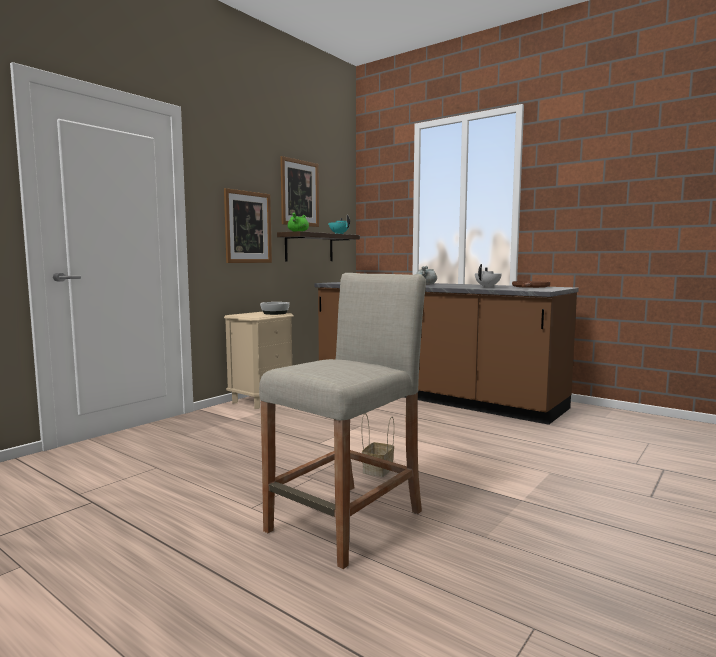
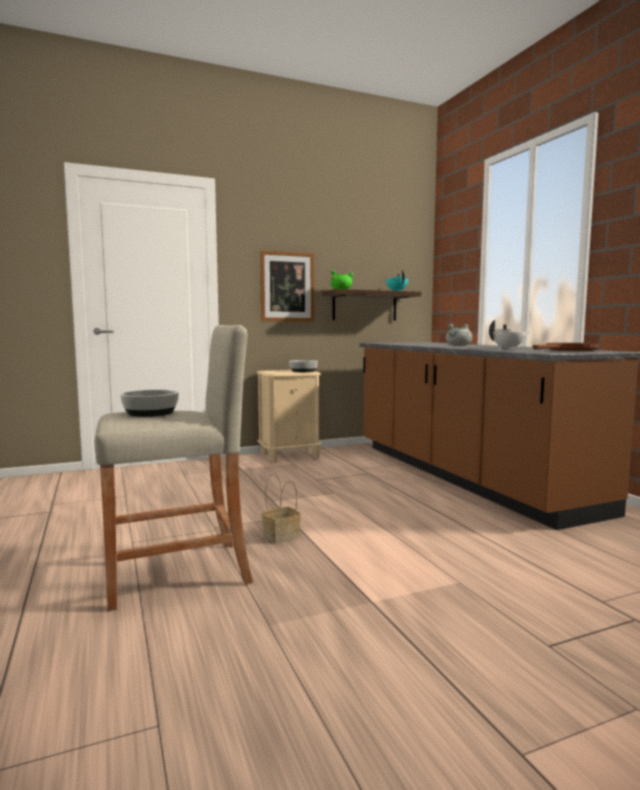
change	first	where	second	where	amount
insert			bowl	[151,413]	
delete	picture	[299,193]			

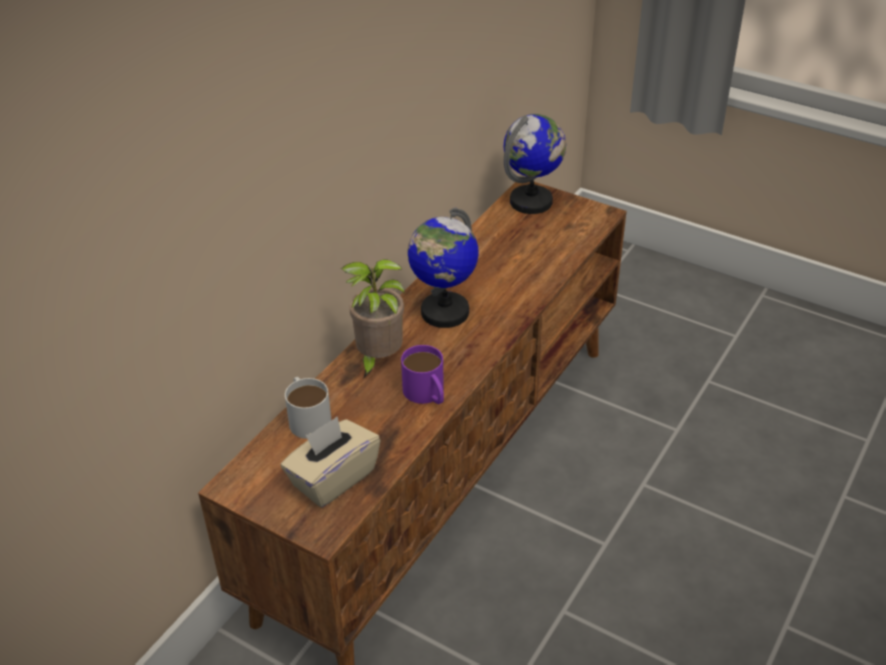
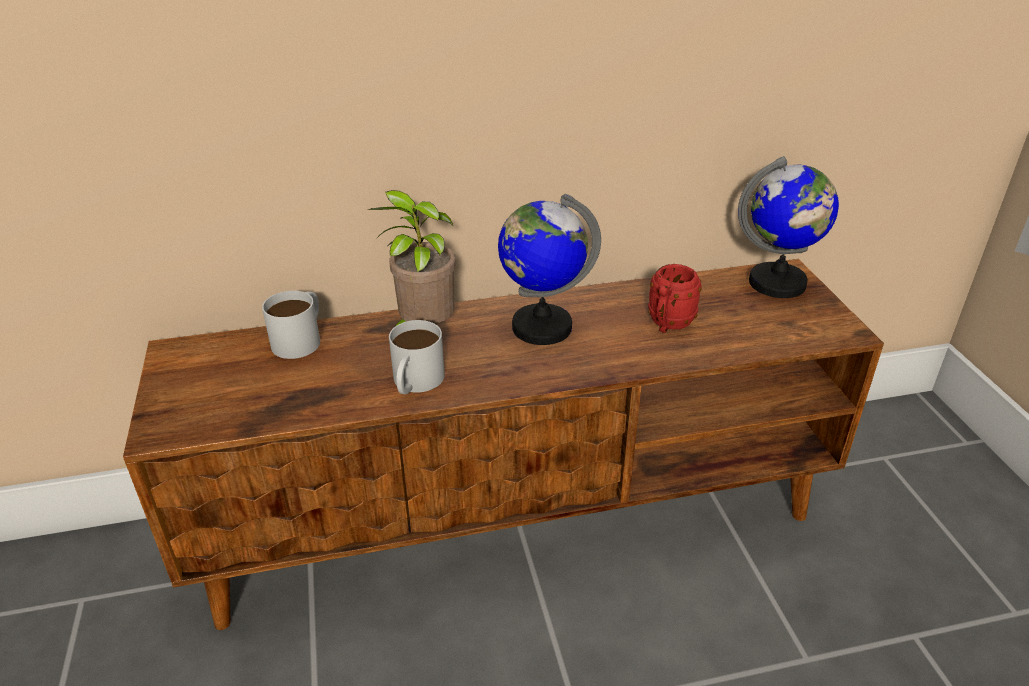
change	first	where	second	where	amount
recolor	coffee mug (purple)	[427,394]	coffee mug (white-coloured)	[415,383]	
insert			coffee mug (reddish)	[668,324]	
delete	tissue holder (beige)	[333,478]			

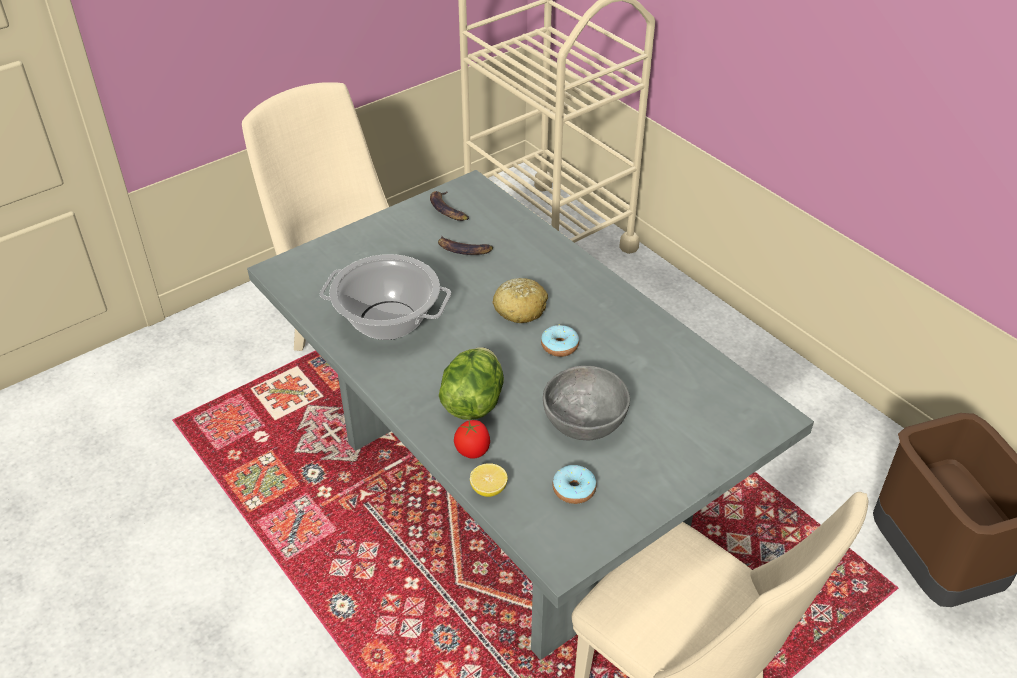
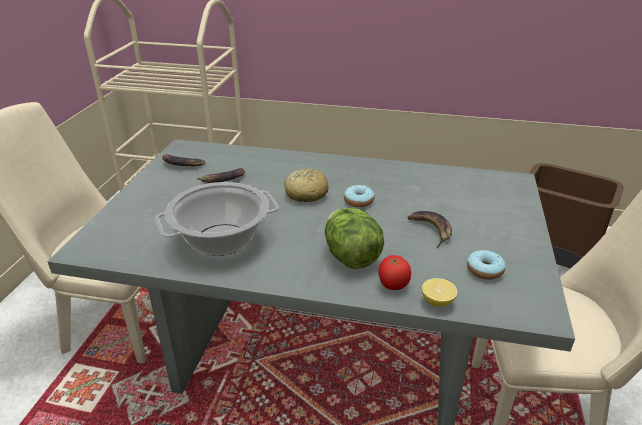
change	first	where	second	where	amount
replace	bowl (gray)	[584,420]	whole banana	[431,230]	

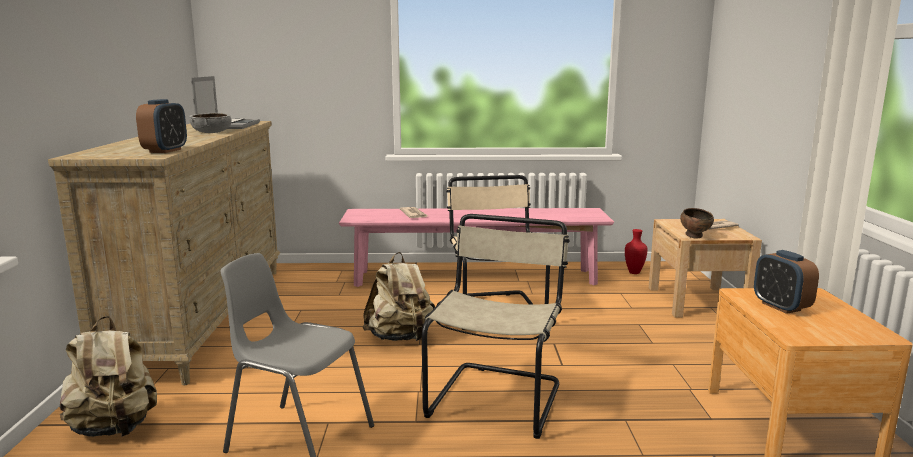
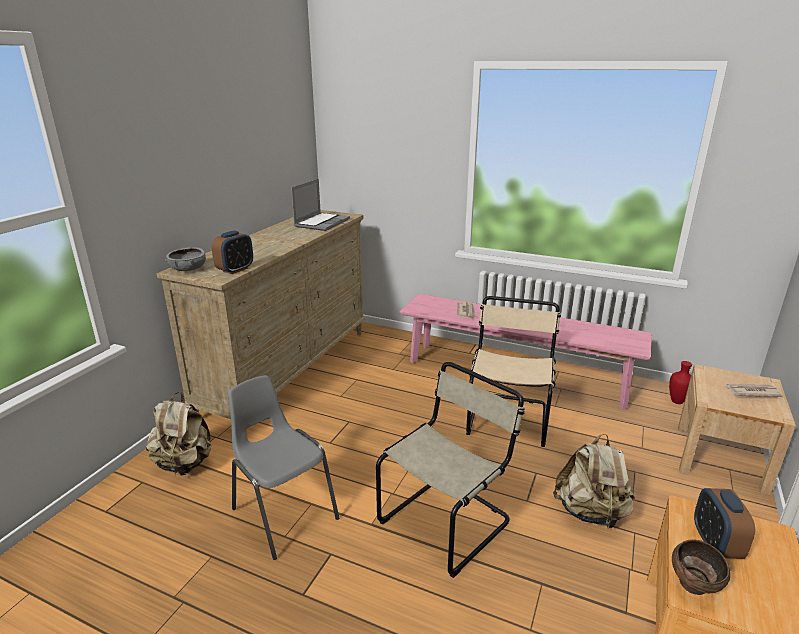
change	first	where	second	where	amount
move	bowl (gray)	[211,132]		[188,269]	
move	rucksack (beige)	[400,338]		[590,512]	
move	bowl (brown)	[695,237]		[694,587]	

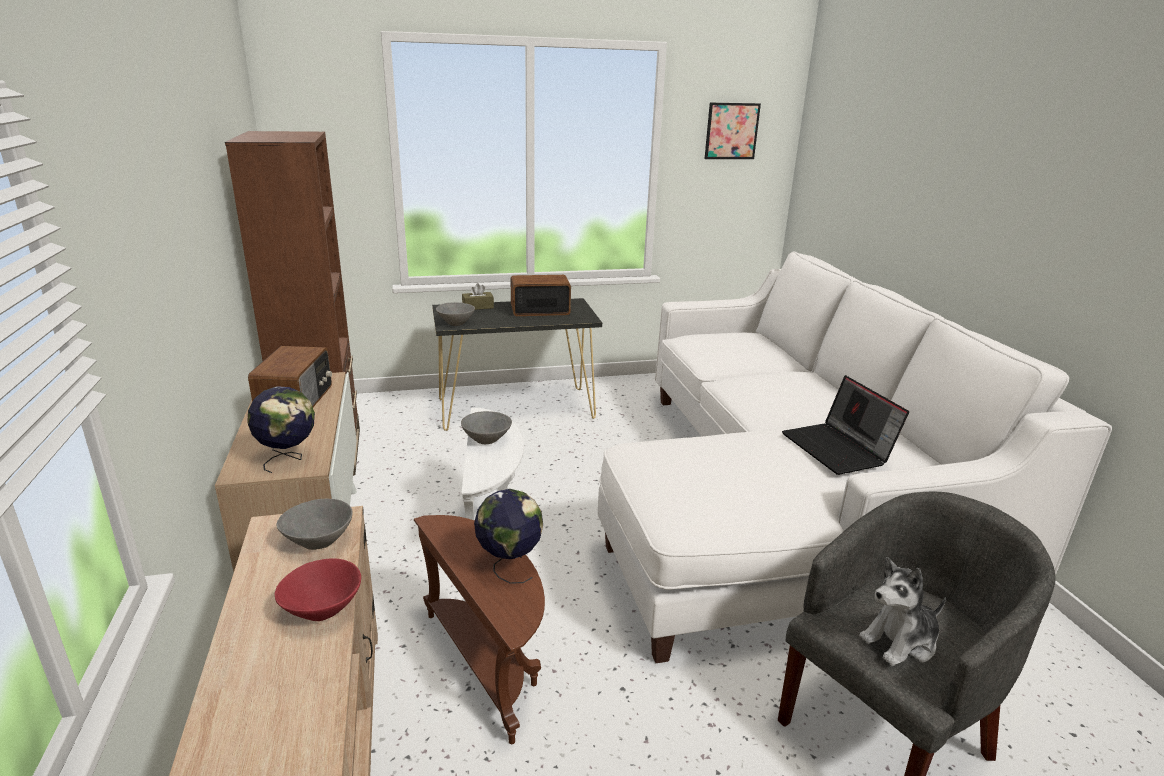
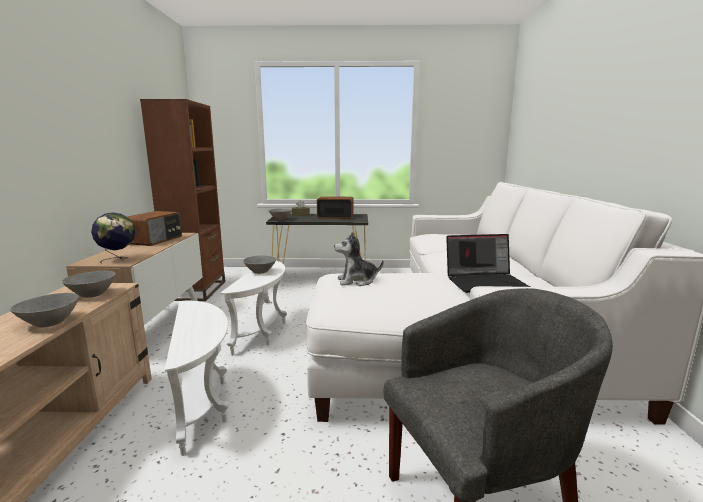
change	first	where	second	where	amount
recolor	bowl (reddish)	[322,610]	bowl (gray)	[49,323]	
recolor	side table (brown)	[488,663]	side table (white-coloured)	[204,404]	
move	cuddly toy	[900,642]		[357,281]	
rotate	laptop	[838,449]		[486,282]	90 degrees counterclockwise
delete	world globe	[509,566]			
delete	picture	[731,131]			

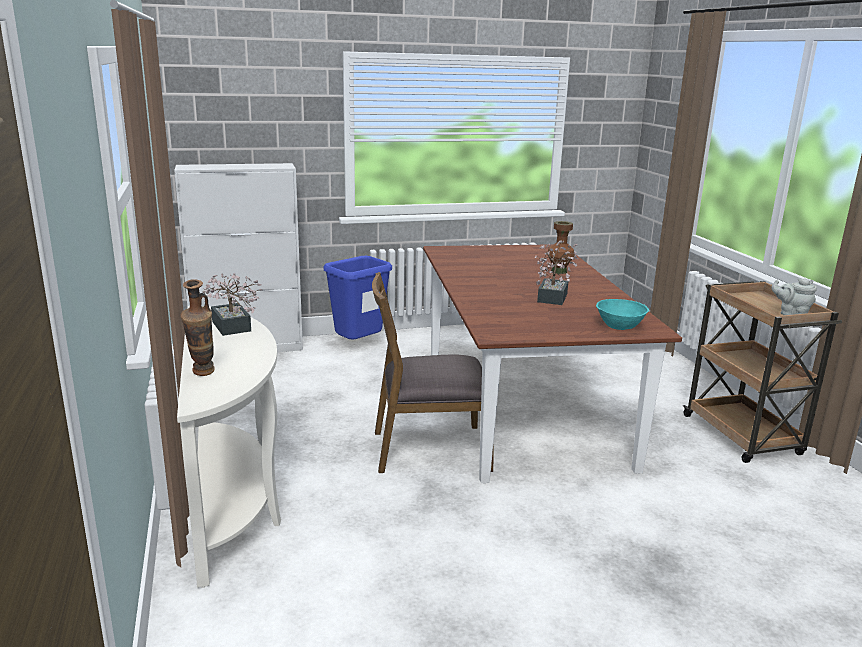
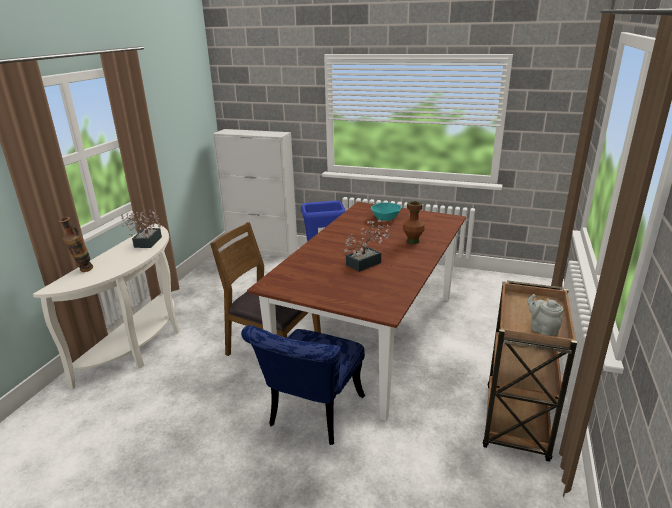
change	first	where	second	where	amount
insert			plain chair (blue)	[311,415]	
move	bowl (turquoise)	[619,325]		[385,218]	

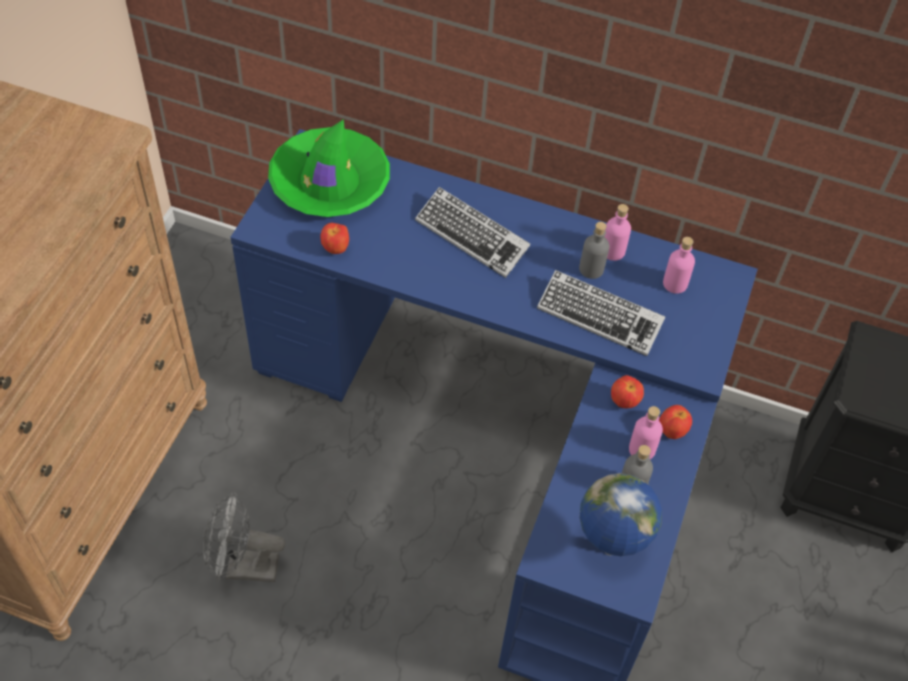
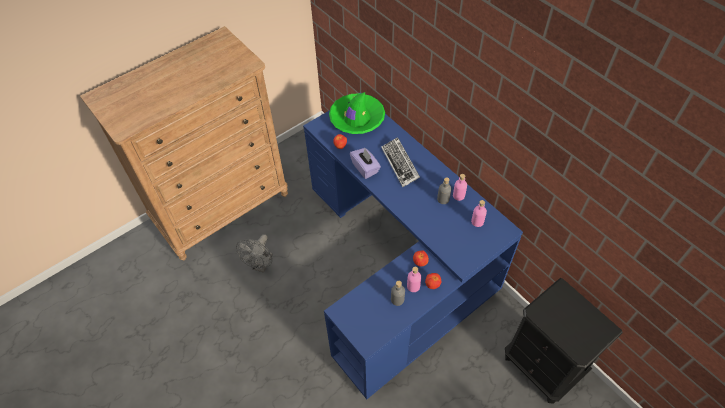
change	first	where	second	where	amount
rotate	electric fan (gray)	[243,568]		[261,265]	105 degrees counterclockwise
insert			tissue holder (purple)	[365,168]	
delete	PC keyboard	[599,317]			
delete	world globe	[608,551]			

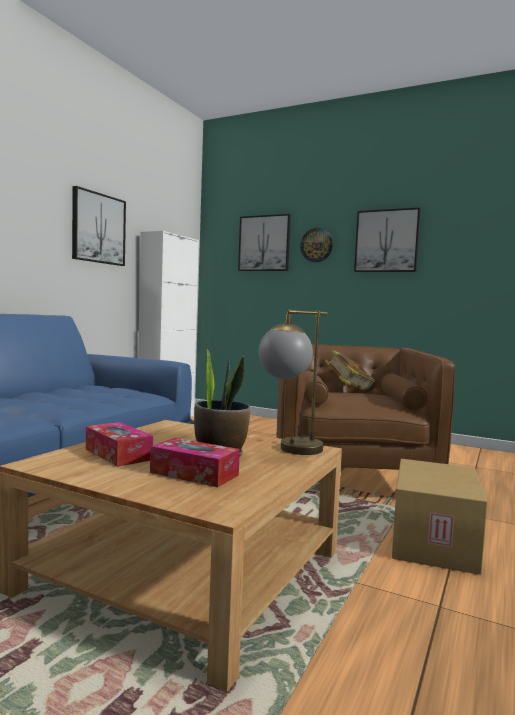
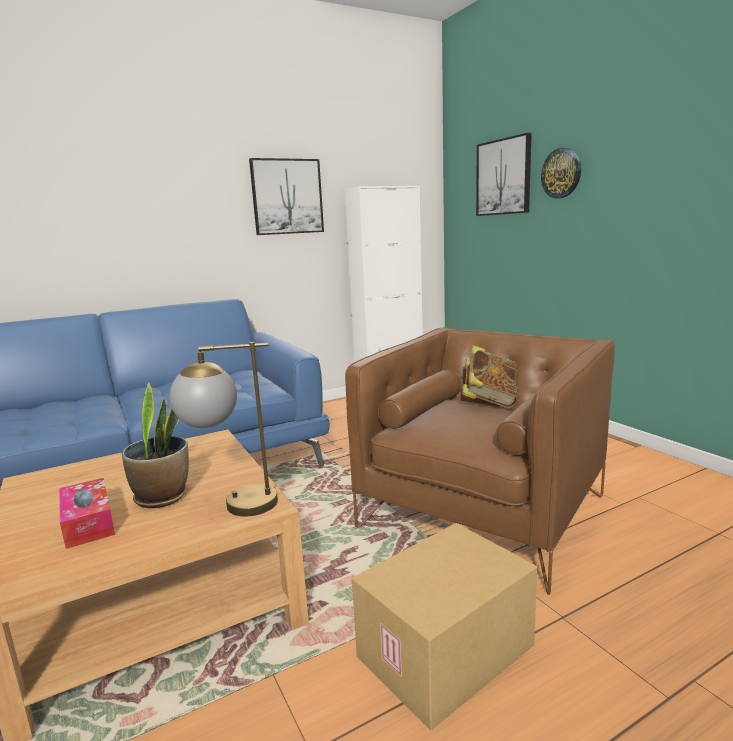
change	first	where	second	where	amount
delete	tissue holder	[118,454]			
delete	picture	[386,241]			

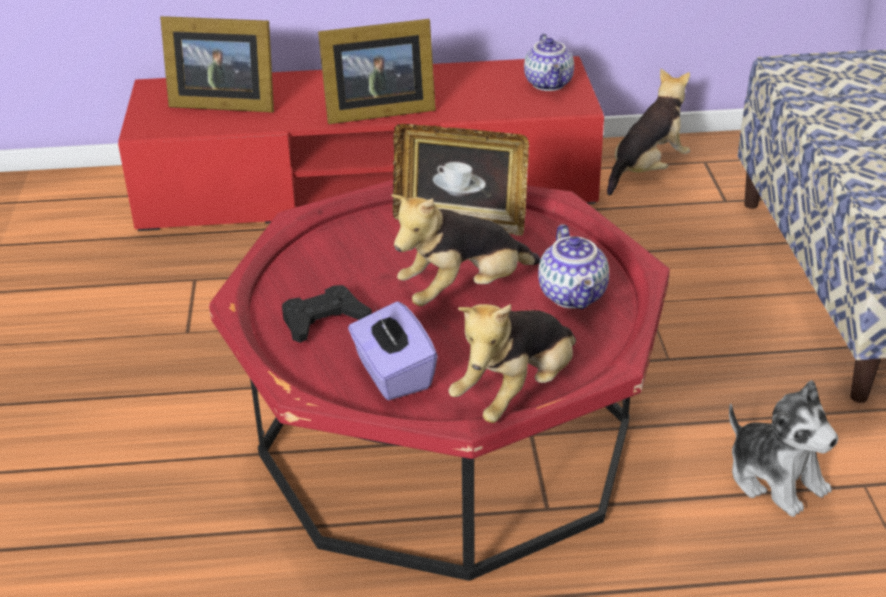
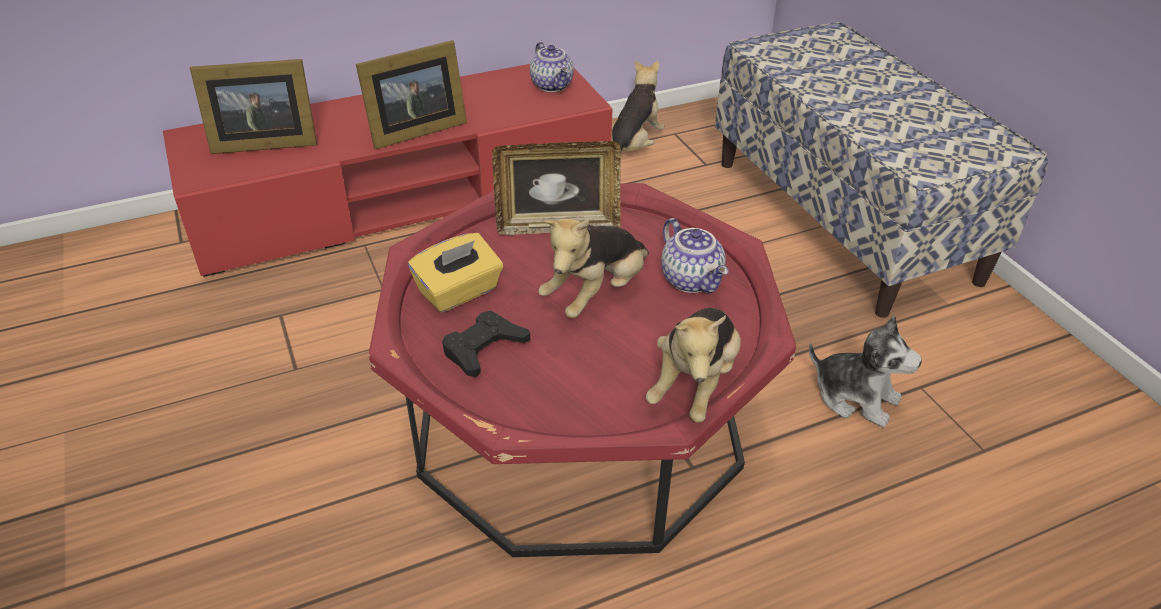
change	first	where	second	where	amount
insert			tissue holder (yellow)	[459,292]	
delete	tissue holder (purple)	[392,374]			

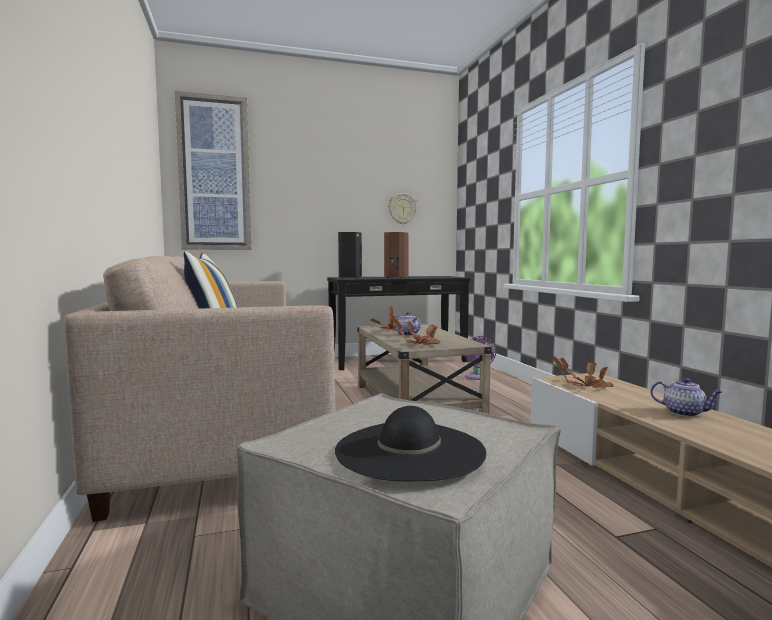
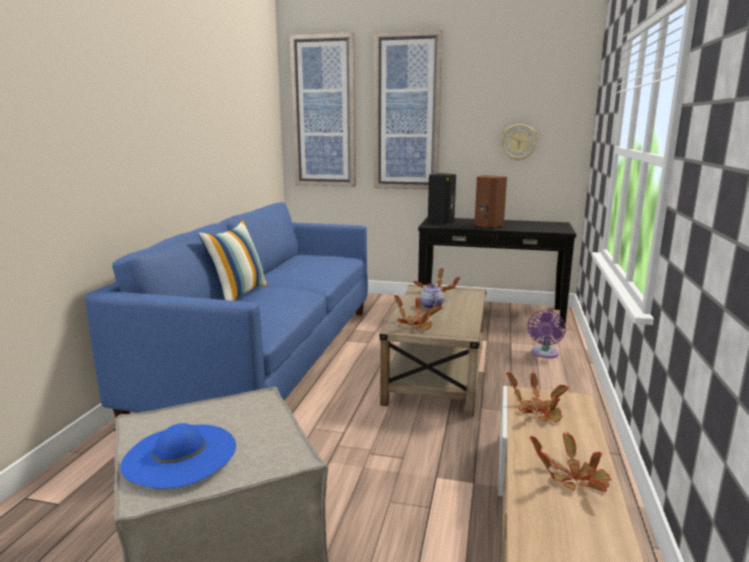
change	first	where	second	where	amount
recolor	couch (beige)	[224,420]	couch (blue)	[267,356]	
recolor	clothing hat (black-coloured)	[410,450]	clothing hat (blue)	[180,455]	
insert			picture	[407,113]	
replace	tea pot	[684,413]	potted plant	[573,478]	

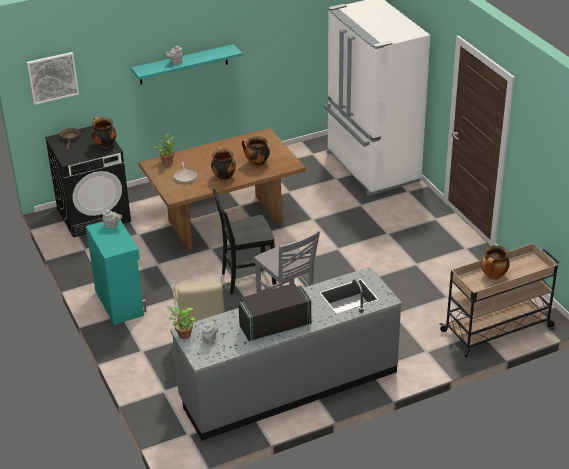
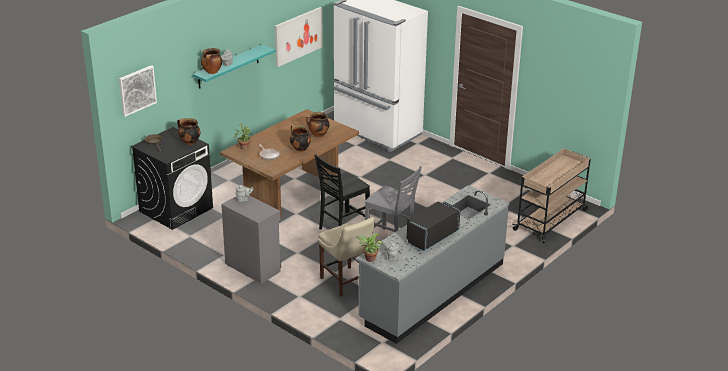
change	first	where	second	where	amount
move	cooking pot	[493,276]		[212,72]	
recolor	storage cabinet (turquoise)	[120,302]	storage cabinet (gray)	[253,267]	
insert			picture	[298,36]	

